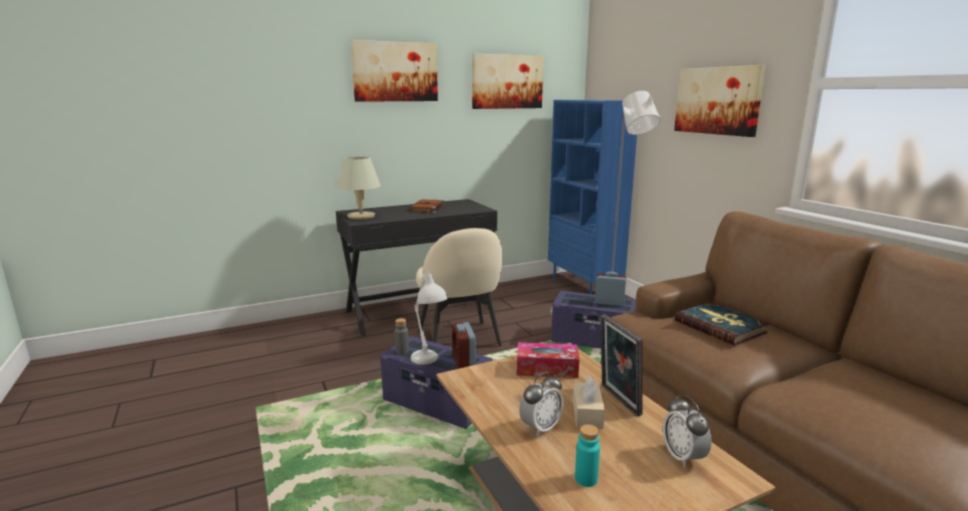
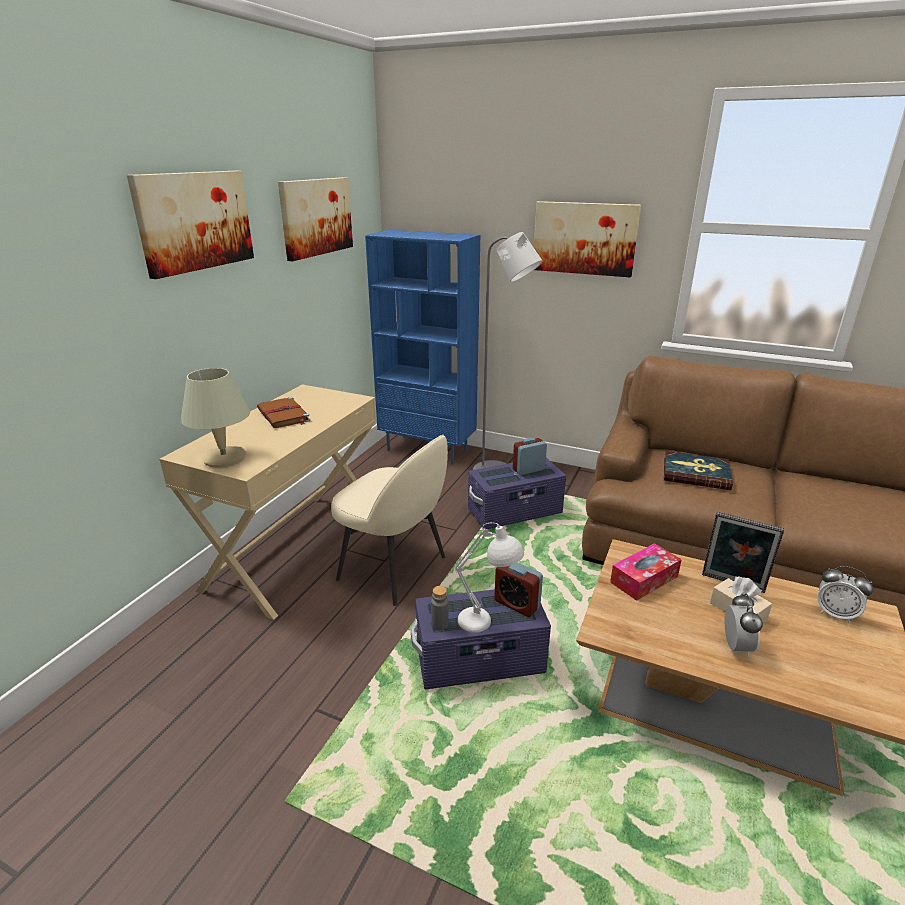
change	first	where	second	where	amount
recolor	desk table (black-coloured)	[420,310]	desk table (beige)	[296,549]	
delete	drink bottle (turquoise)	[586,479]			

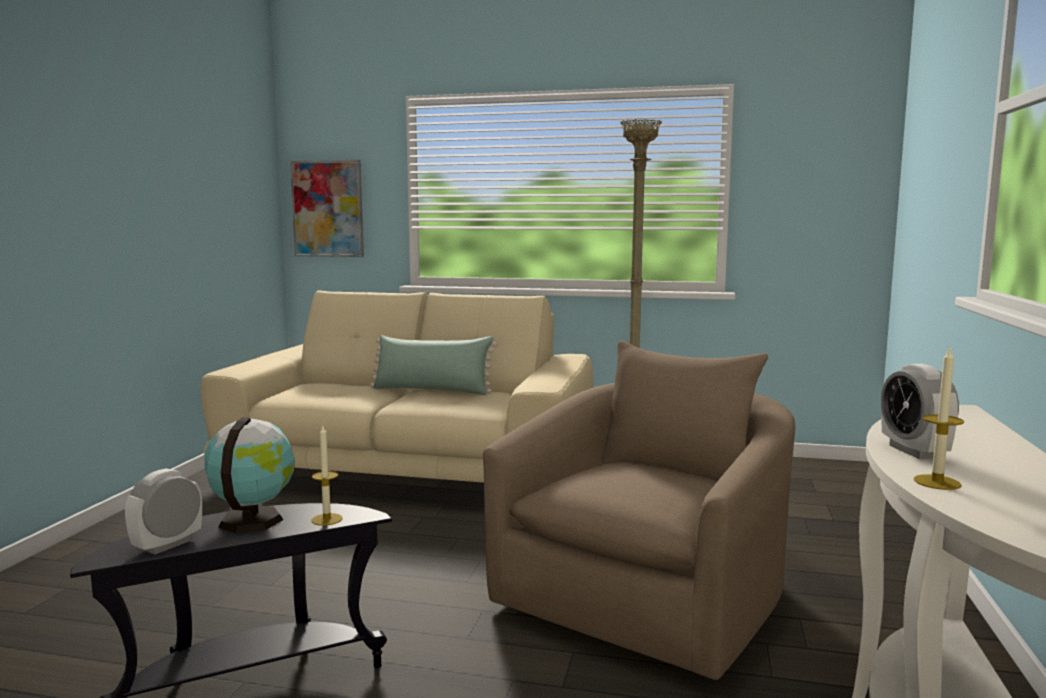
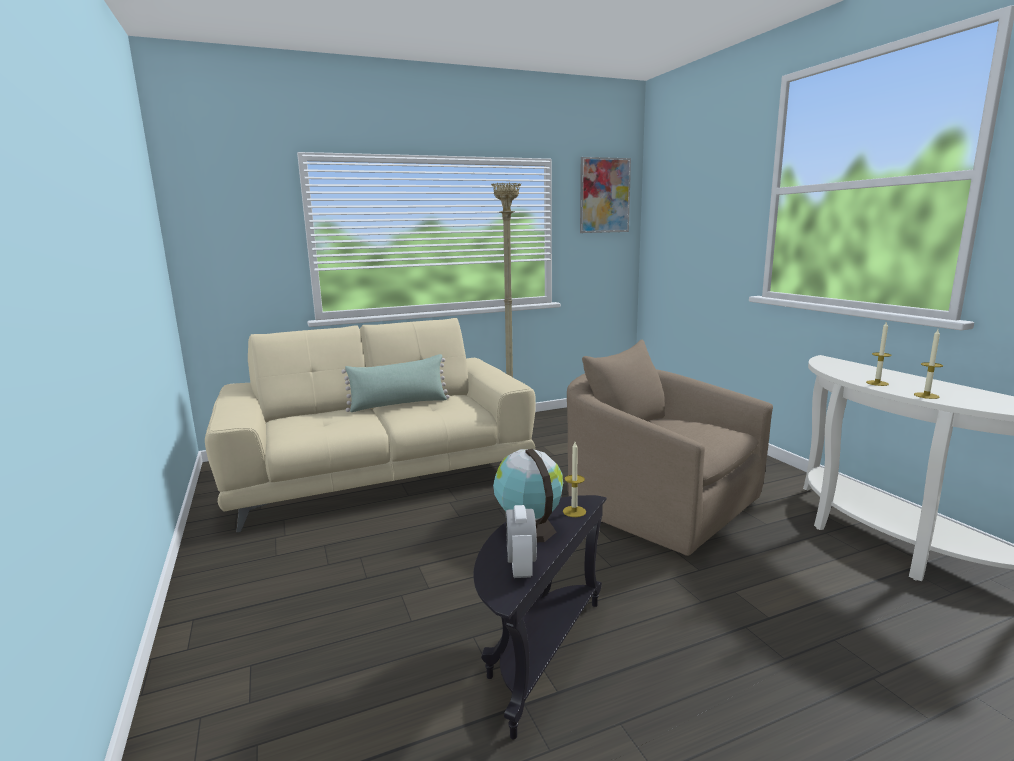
change	first	where	second	where	amount
rotate	armchair (beige)	[650,595]		[656,504]	45 degrees counterclockwise
move	picture	[328,208]		[604,195]	
replace	table clock	[914,451]	wax candle	[877,383]	

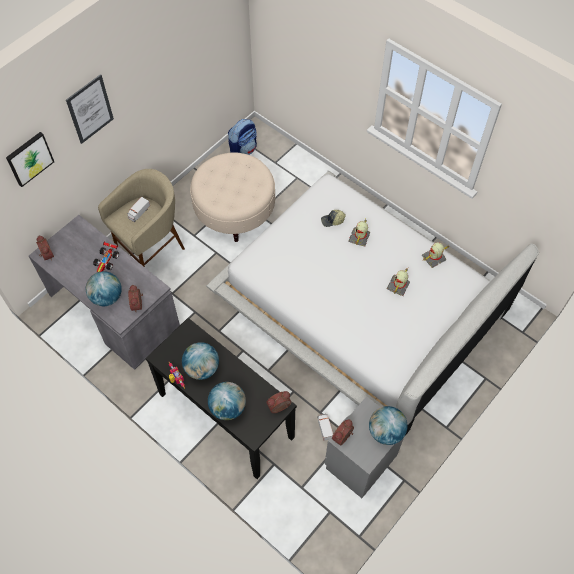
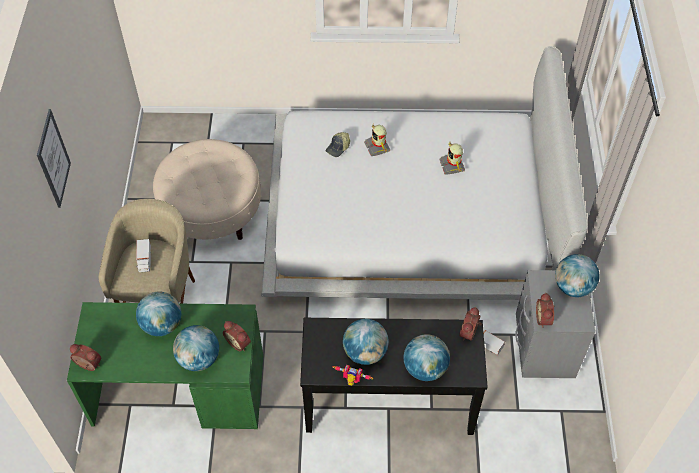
change	first	where	second	where	amount
recolor	desk table (gray)	[113,311]	desk table (greenish)	[178,391]	
replace	toy car	[107,260]	world globe	[162,325]	
delete	picture	[29,158]			
delete	rucksack	[243,150]			
delete	model robot	[434,258]			

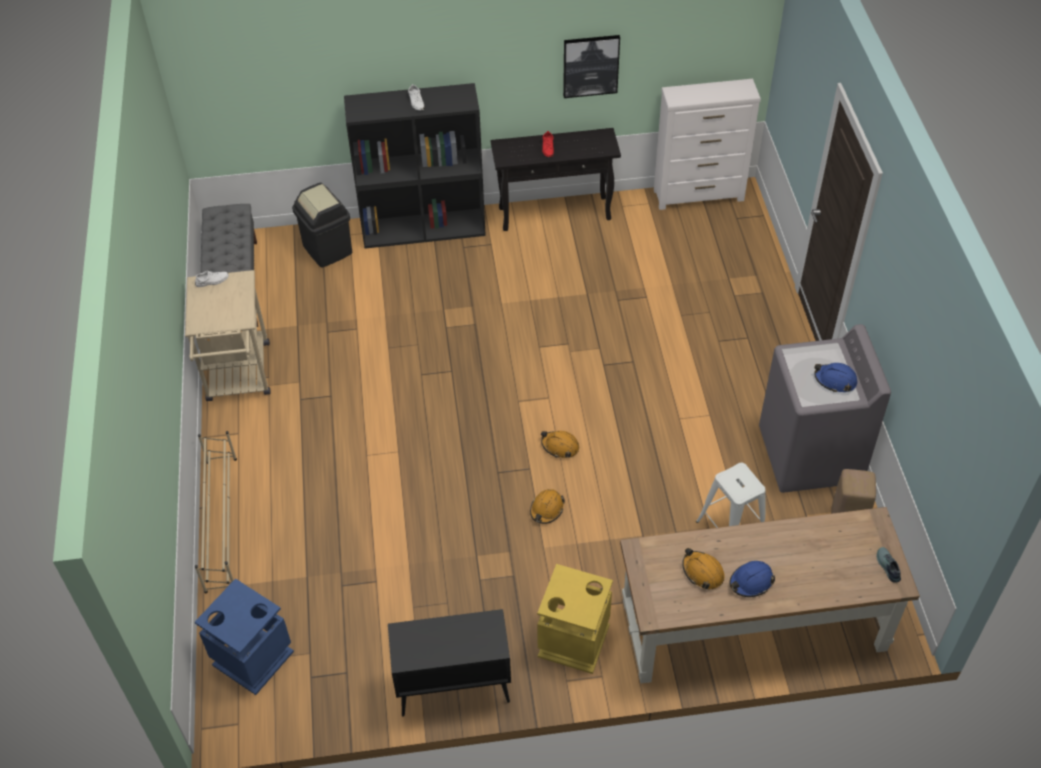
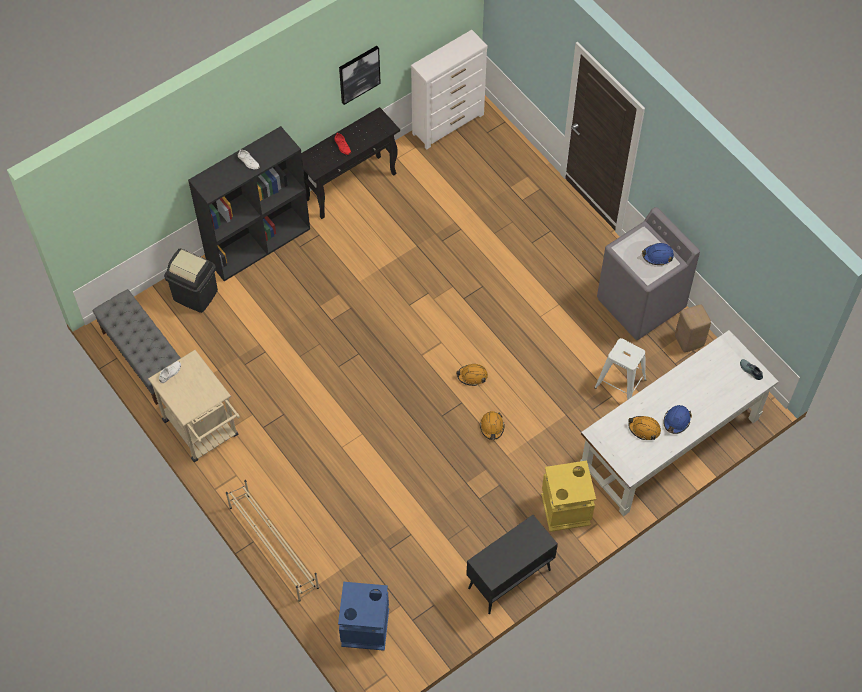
change	first	where	second	where	amount
recolor	desk table (brown)	[752,626]	desk table (white-coloured)	[669,443]	

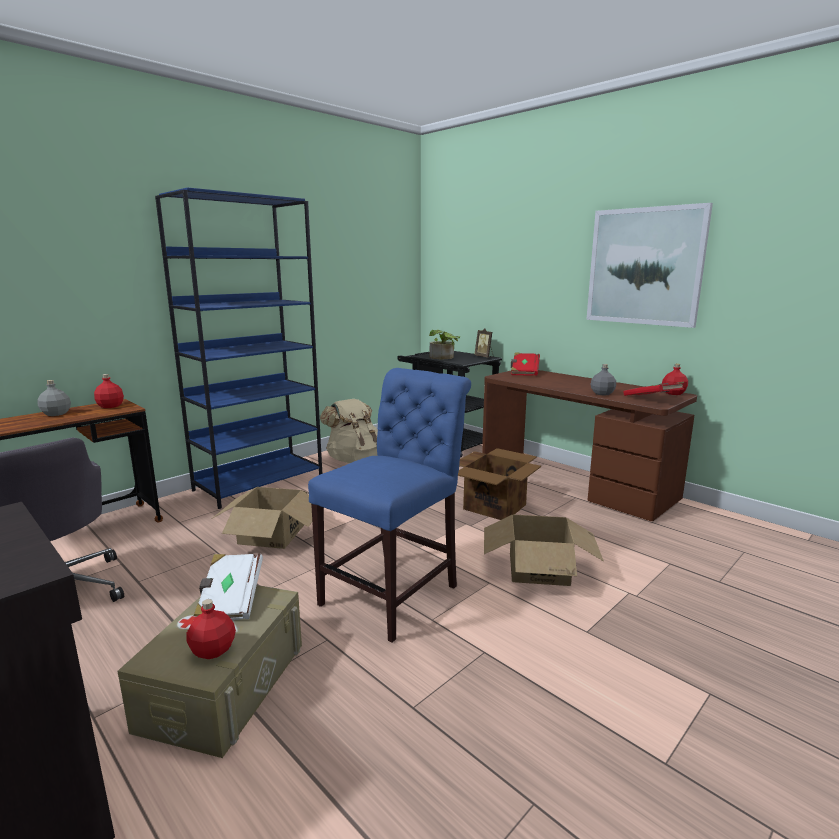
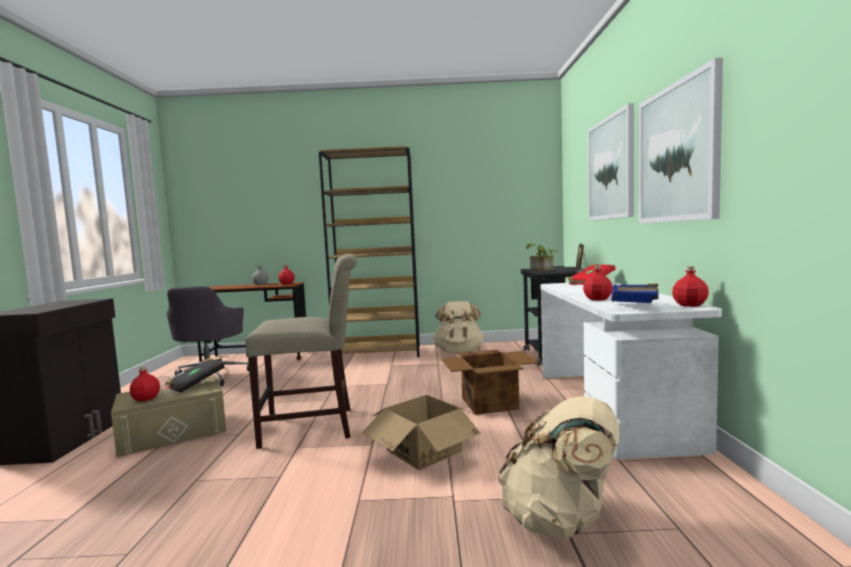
change	first	where	second	where	amount
recolor	book (white-coloured)	[230,600]	book (black-coloured)	[196,384]	
recolor	plain chair (blue)	[395,591]	plain chair (beige)	[314,426]	
recolor	bookshelf (blue)	[259,482]	bookshelf (brown)	[379,353]	
insert			rucksack (beige)	[560,520]	
recolor	desk table (brown)	[574,482]	desk table (white-coloured)	[611,407]	
recolor	drink bottle (gray)	[602,393]	drink bottle (reddish)	[597,299]	
insert			picture	[611,168]	
recolor	book (reddish)	[652,399]	book (blue)	[634,306]	
delete	packing box	[271,534]			

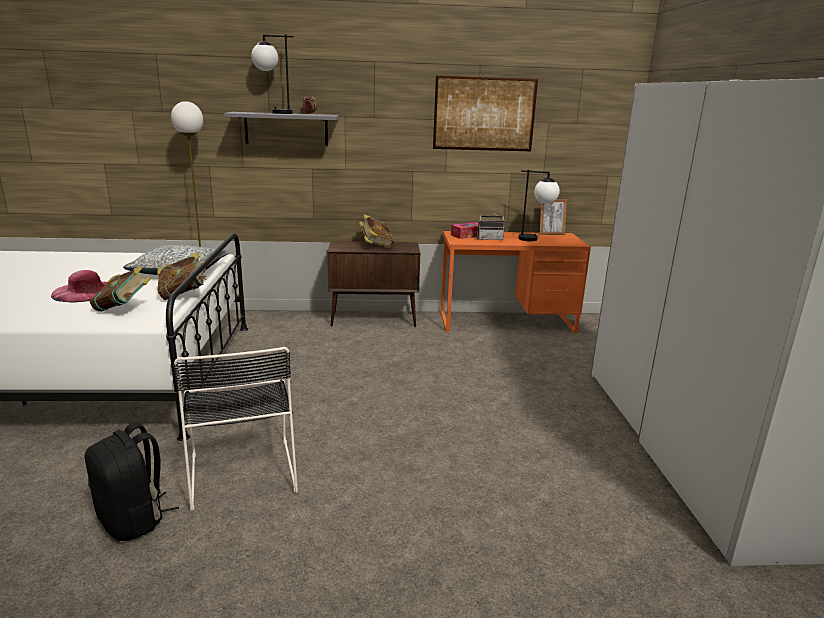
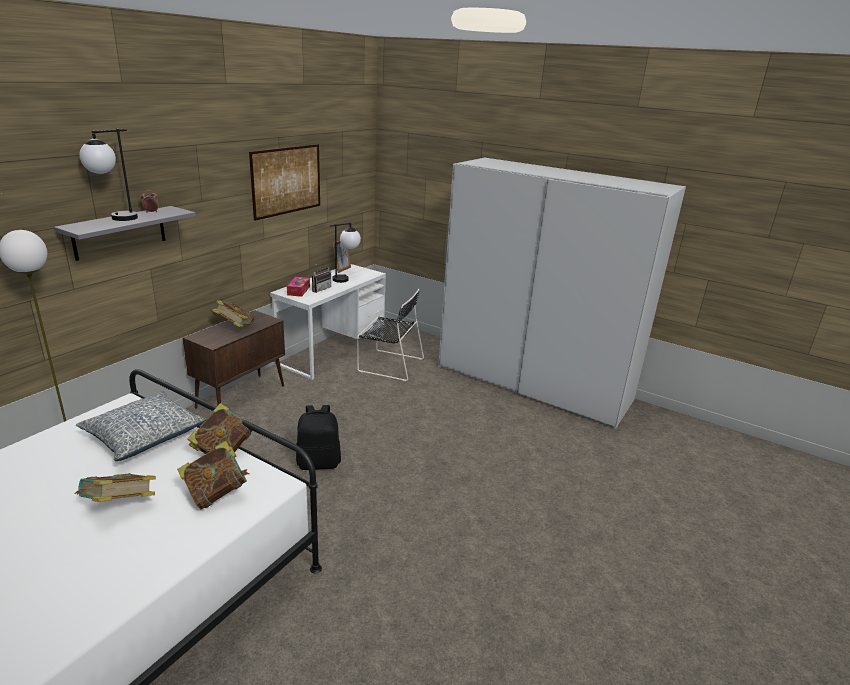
change	first	where	second	where	amount
replace	clothing hat (pinkish)	[86,292]	book	[120,506]	
recolor	desk table (orange)	[507,322]	desk table (white-coloured)	[332,351]	
move	rucksack (black-coloured)	[133,520]		[319,462]	
move	plain chair (black-coloured)	[242,469]		[389,364]	

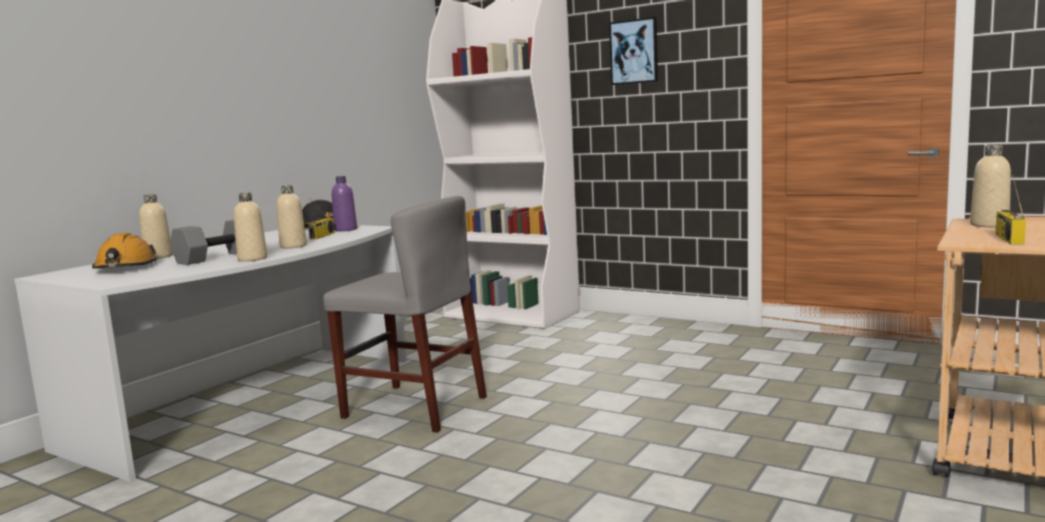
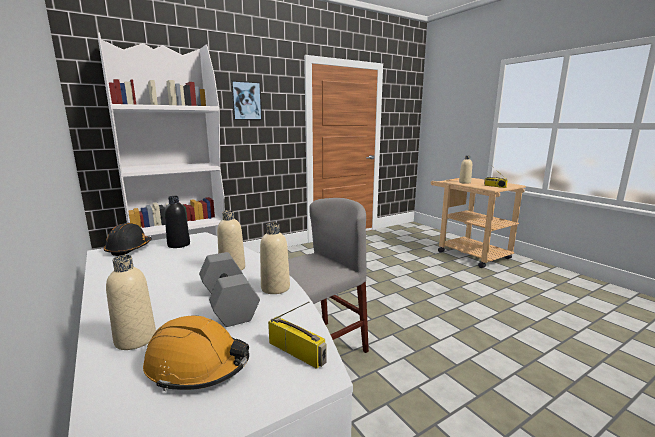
change	first	where	second	where	amount
recolor	drink bottle (purple)	[345,229]	drink bottle (black-coloured)	[179,245]	
move	radio receiver	[322,236]		[298,352]	

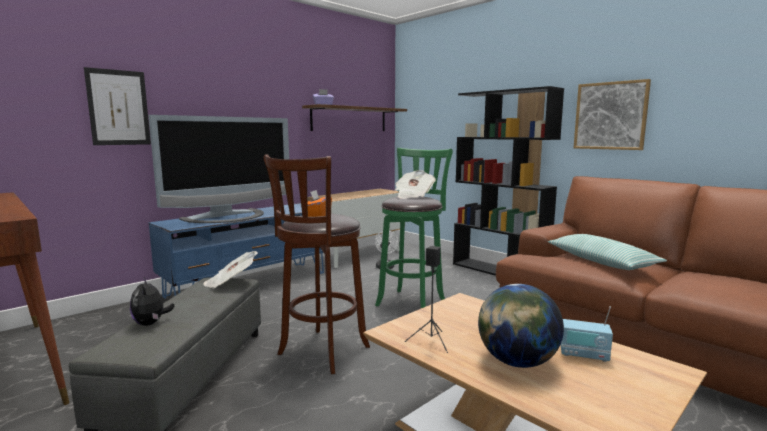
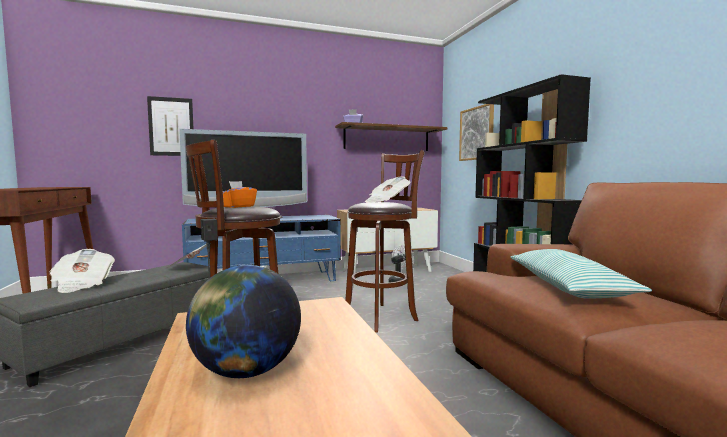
change	first	where	second	where	amount
replace	cuddly toy	[151,323]	newspaper	[82,285]	
recolor	stool (greenish)	[412,301]	stool (brown)	[382,316]	
move	picture	[610,116]		[477,133]	
delete	radio receiver	[584,355]			

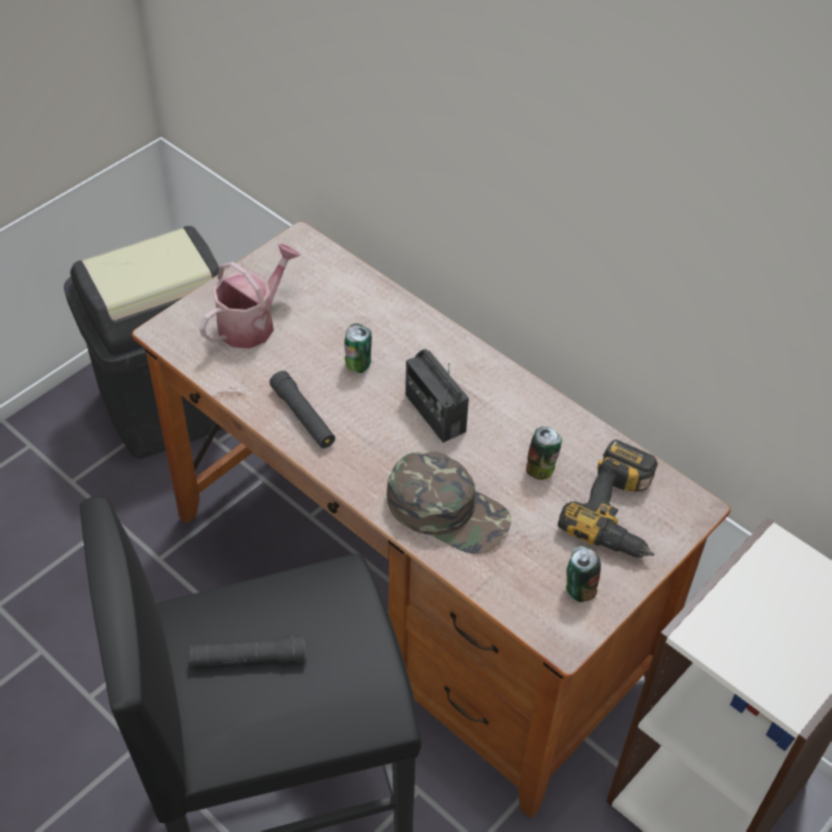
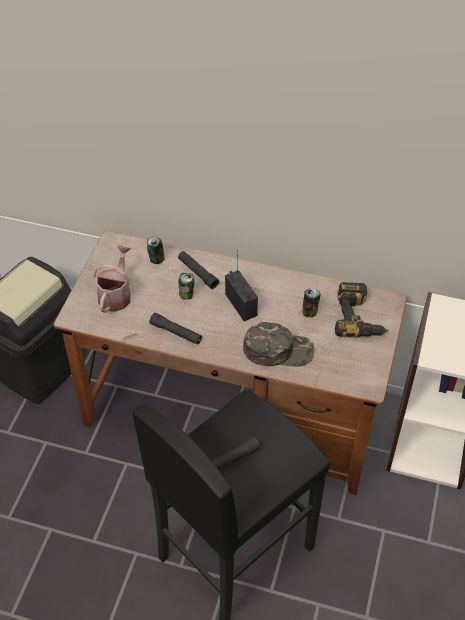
change	first	where	second	where	amount
move	sealed can	[579,589]		[156,259]	
insert			hand torch (black-coloured)	[198,273]	
rotate	radio receiver	[434,413]		[241,305]	150 degrees counterclockwise

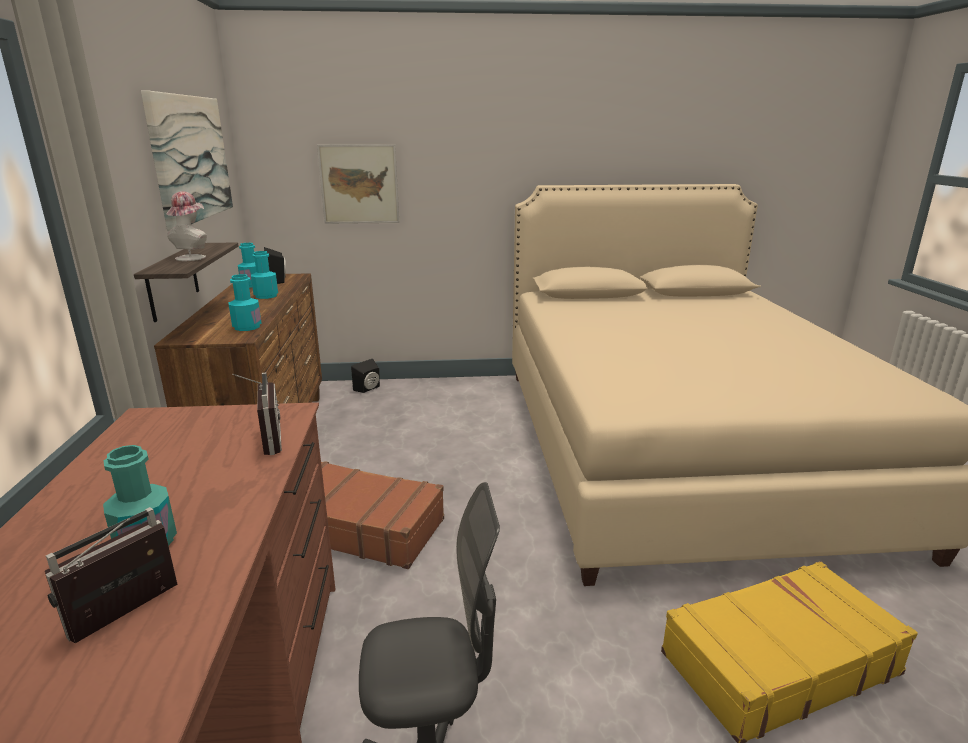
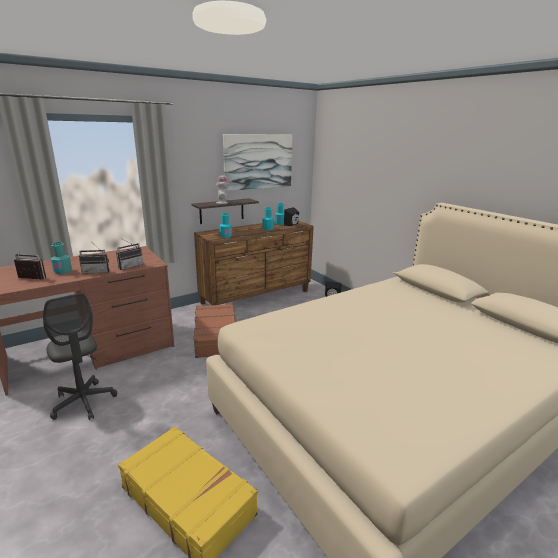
change	first	where	second	where	amount
insert			radio receiver	[97,271]	
delete	picture	[359,184]			

